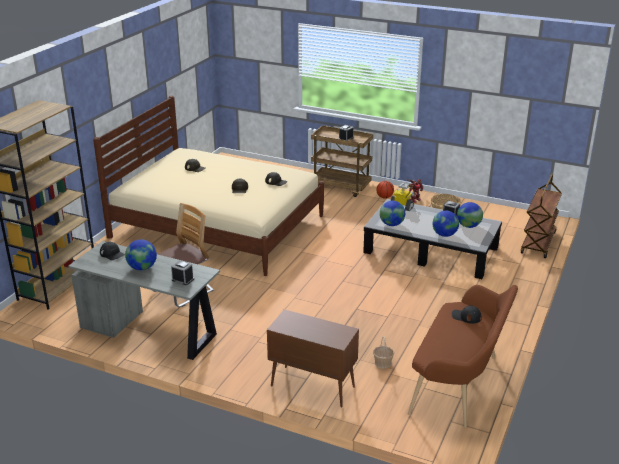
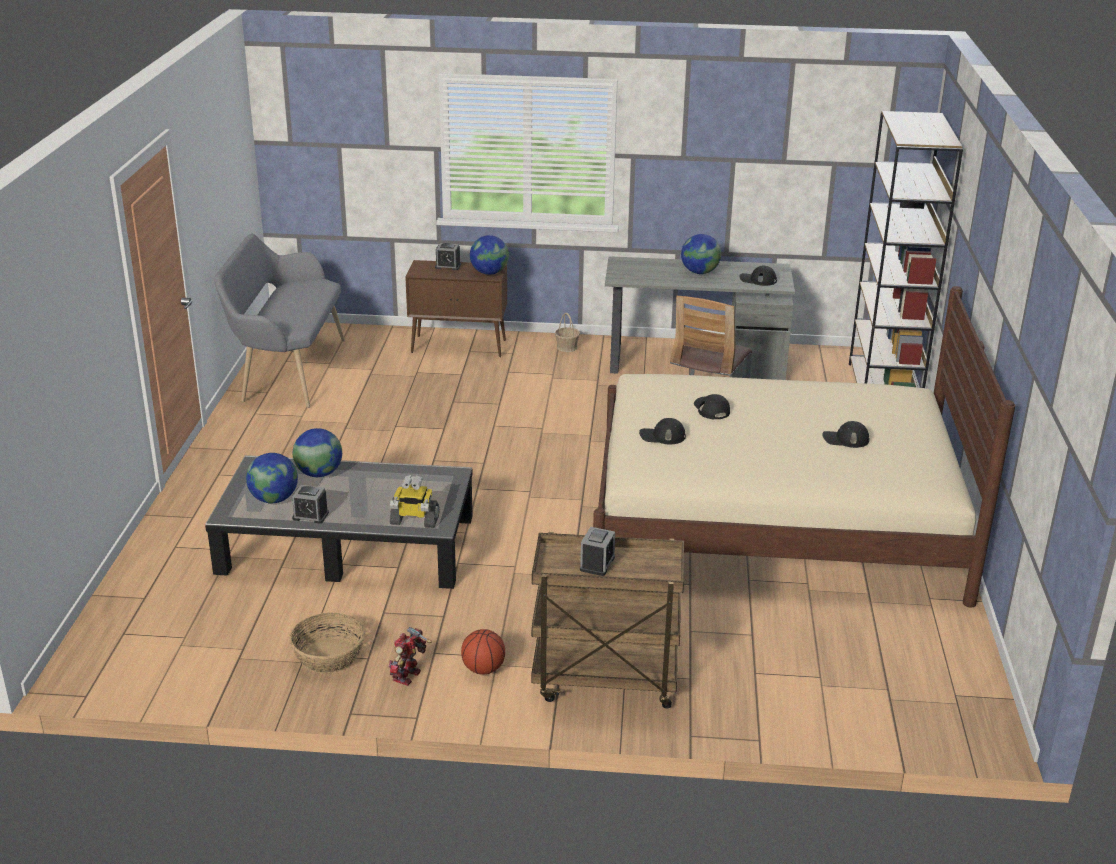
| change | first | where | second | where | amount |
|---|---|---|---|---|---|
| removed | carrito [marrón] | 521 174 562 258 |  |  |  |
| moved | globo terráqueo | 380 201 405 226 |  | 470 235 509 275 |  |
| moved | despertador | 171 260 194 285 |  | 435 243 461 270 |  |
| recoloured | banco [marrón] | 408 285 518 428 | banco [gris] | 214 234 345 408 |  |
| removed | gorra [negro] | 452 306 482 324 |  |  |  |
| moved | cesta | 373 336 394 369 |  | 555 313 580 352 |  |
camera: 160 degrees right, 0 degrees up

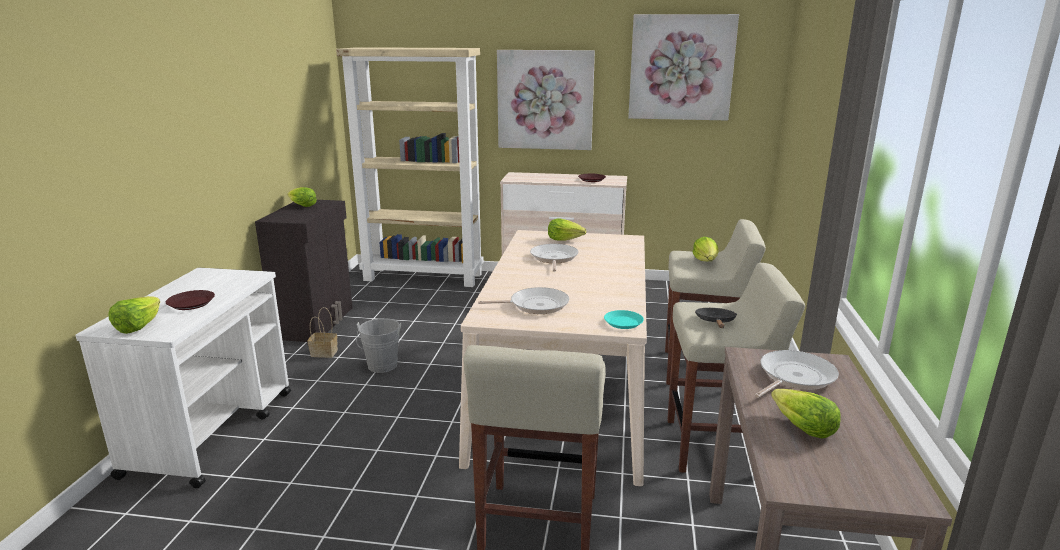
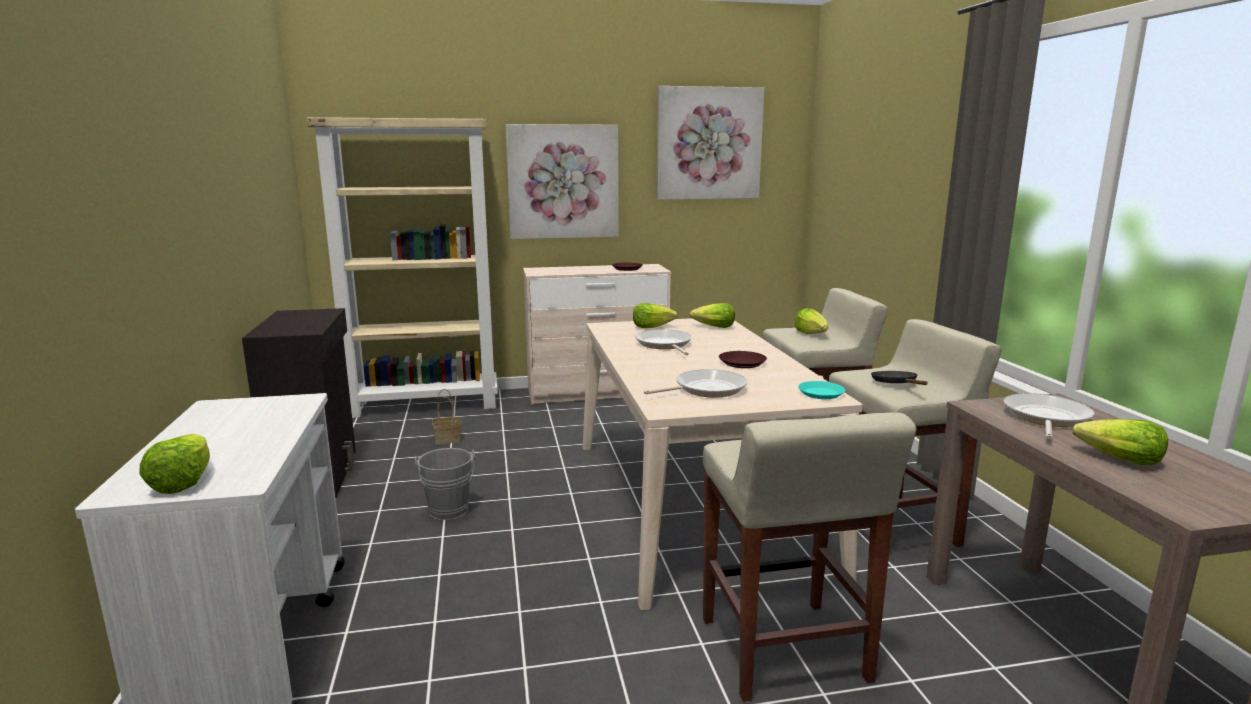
| change | first | where | second | where | amount |
|---|---|---|---|---|---|
| moved | lechuga | 288 187 317 207 |  | 690 303 735 328 |  |
| moved | plato [marrón] | 166 290 215 310 |  | 719 351 767 368 |  |
| moved | cesta | 307 307 338 358 |  | 432 389 461 444 |  |
camera: 20 degrees left, 5 degrees down

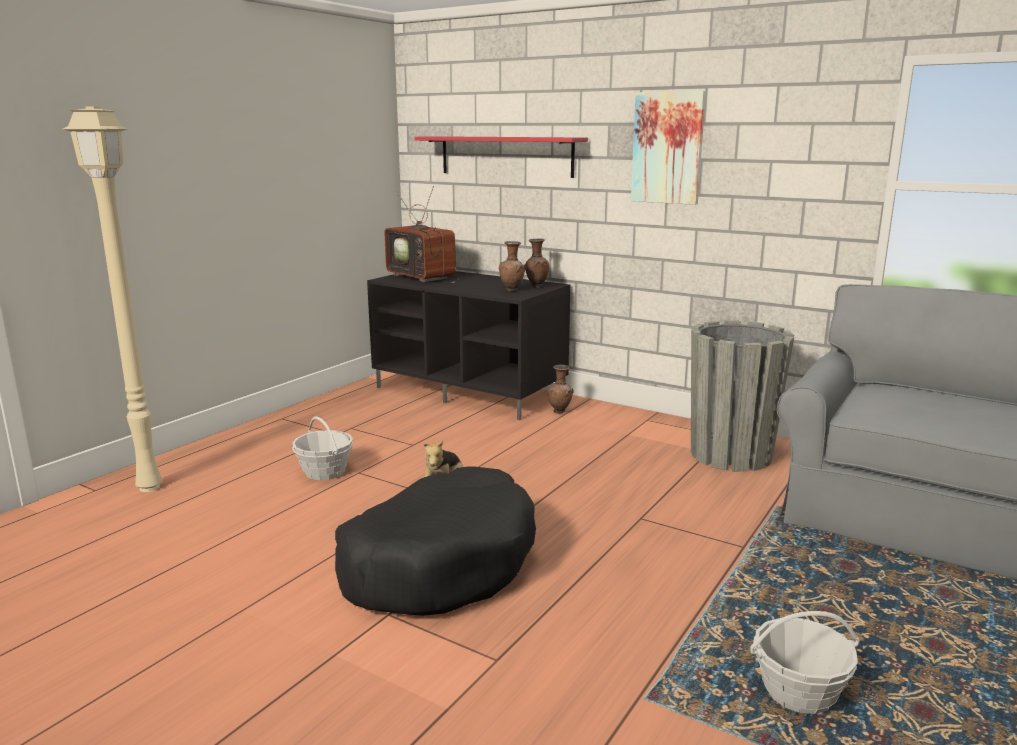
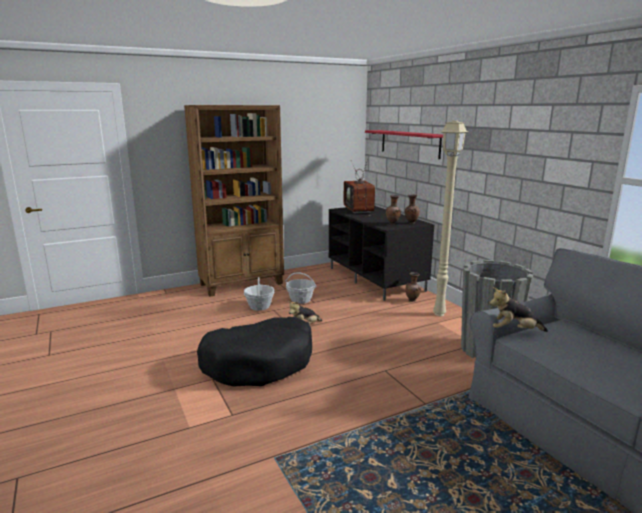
| change | first | where | second | where | amount |
|---|---|---|---|---|---|
| removed | cuadro | 631 91 706 205 |  |  |  |
| moved | lámpara de pie [beis] | 63 107 162 492 |  | 433 121 469 316 |  |
| moved | cesta | 750 611 860 714 |  | 285 272 316 304 |  |
| added |  |  | estantería [marrón] | 184 105 284 297 |  |
| added |  |  | peluche | 490 287 548 332 |  |
camera: 30 degrees right, 0 degrees up

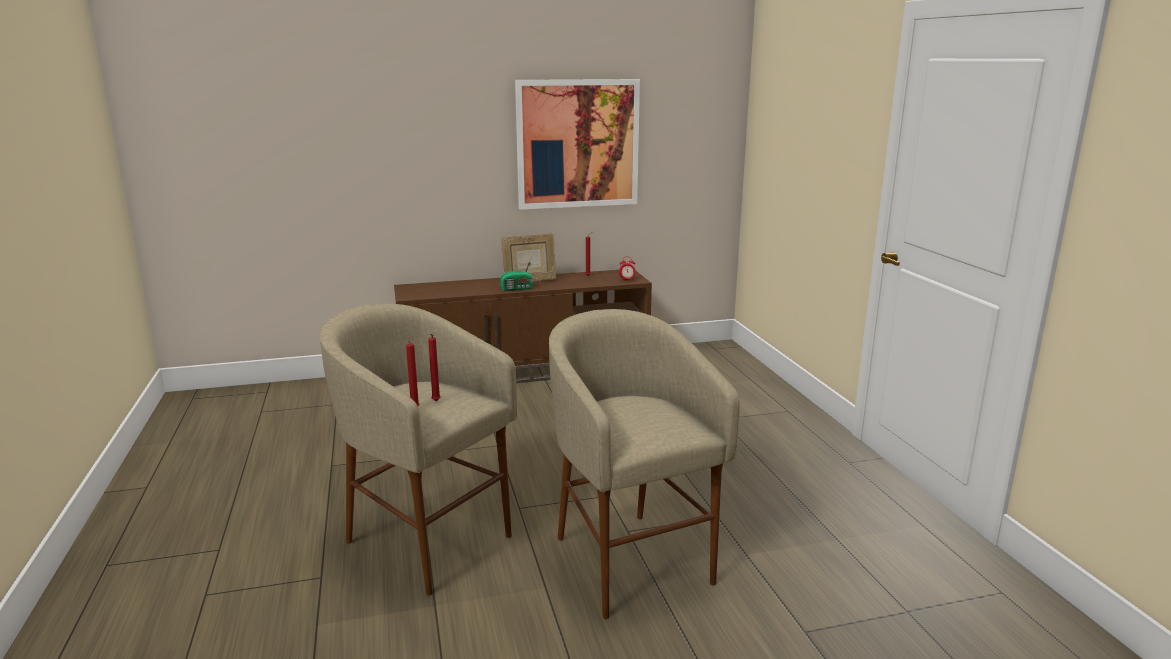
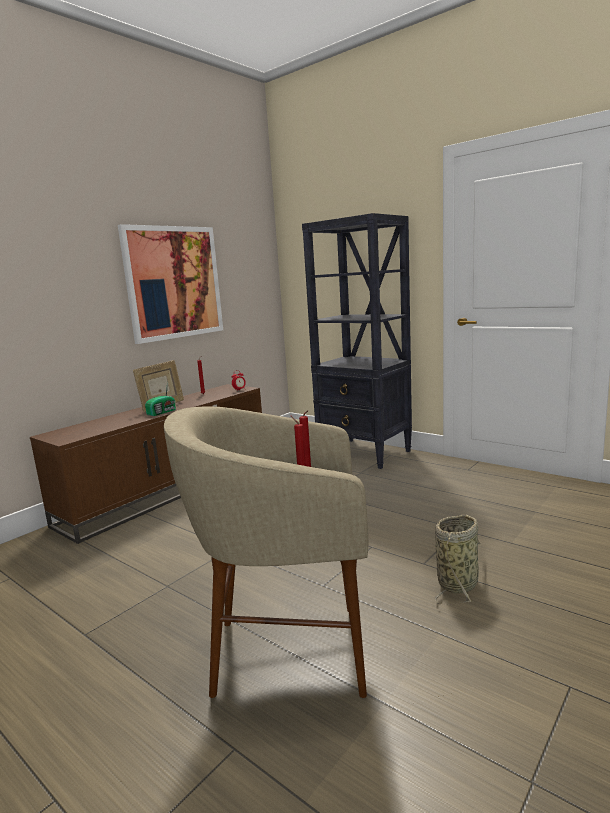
| change | first | where | second | where | amount |
|---|---|---|---|---|---|
| replaced | taburete [beis] | 549 309 740 619 | cesta | 435 515 481 605 |  |
| added |  |  | estantería [negro] | 302 213 412 469 |  |
camera: 35 degrees left, 5 degrees down

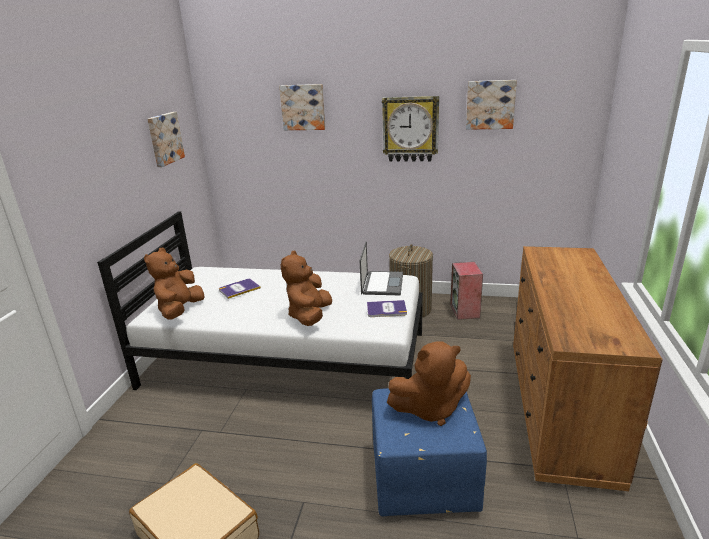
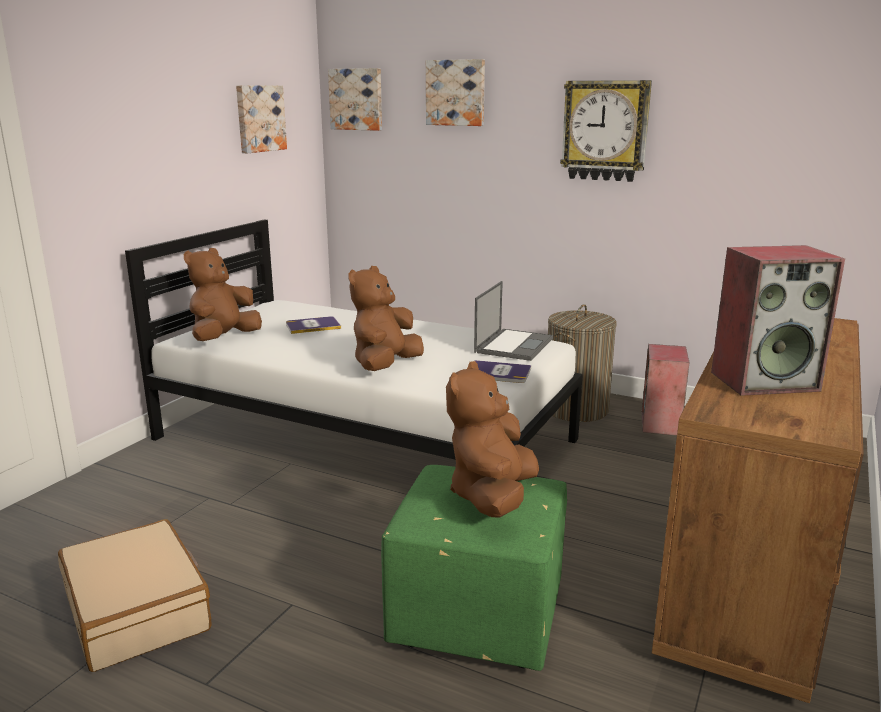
| change | first | where | second | where | amount |
|---|---|---|---|---|---|
| moved | cuadro | 466 80 517 130 |  | 328 68 382 131 |  |
| turned | peluche [marrón] | 387 341 471 426 |  | 446 361 539 518 | 105 degrees clockwise |
| recoloured | puf [azul] | 372 388 487 516 | puf [verde] | 381 465 567 671 |  |
| added |  |  | altavoz | 711 245 845 396 |  |
camera: 15 degrees right, 5 degrees down

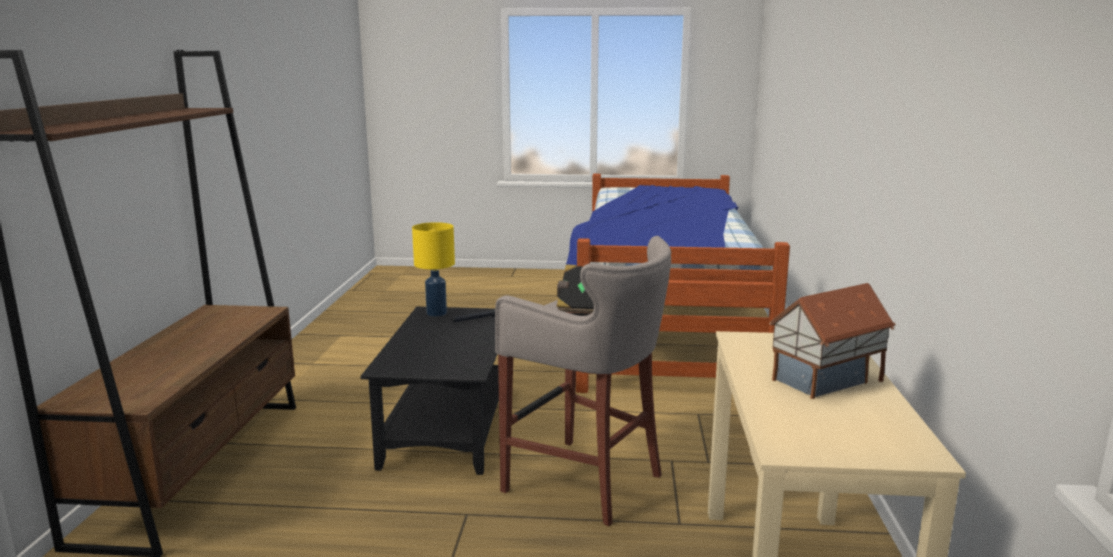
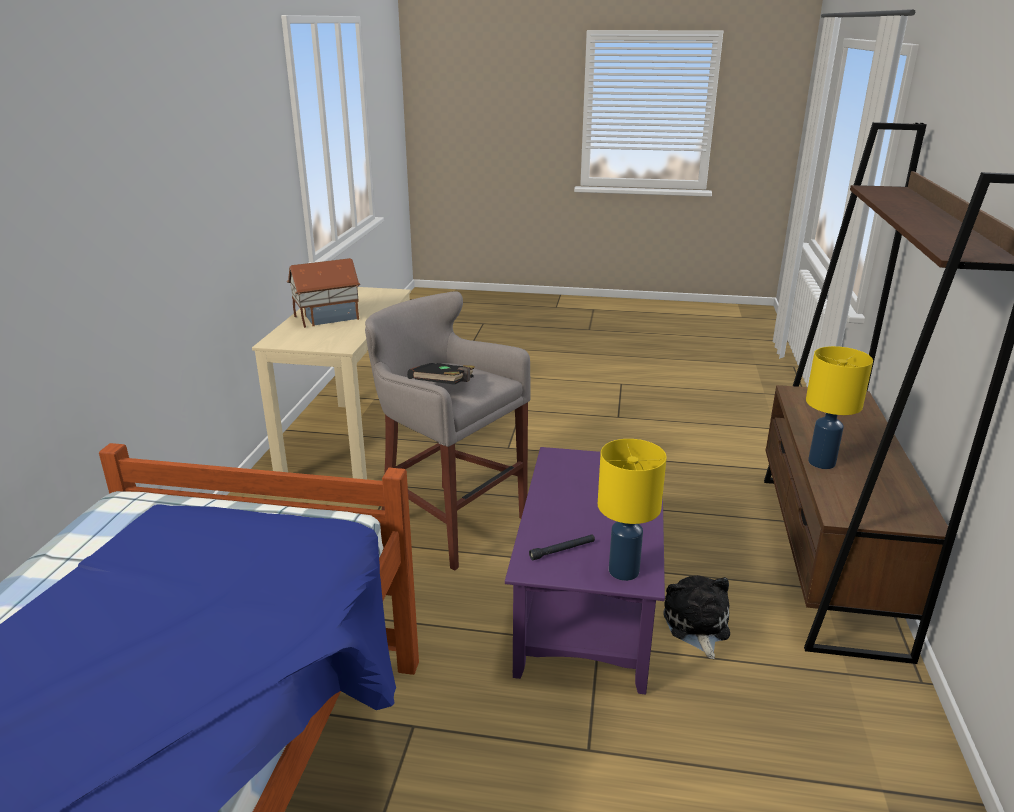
| change | first | where | second | where | amount |
|---|---|---|---|---|---|
| recoloured | mesa de centro [negro] | 361 307 499 475 | mesa de centro [morado] | 505 447 665 695 |  |
| added |  |  | lámpara de mesa [amarillo] | 806 346 873 469 |  |
| added |  |  | peluche | 663 575 730 659 |  |
camera: 175 degrees left, 10 degrees up

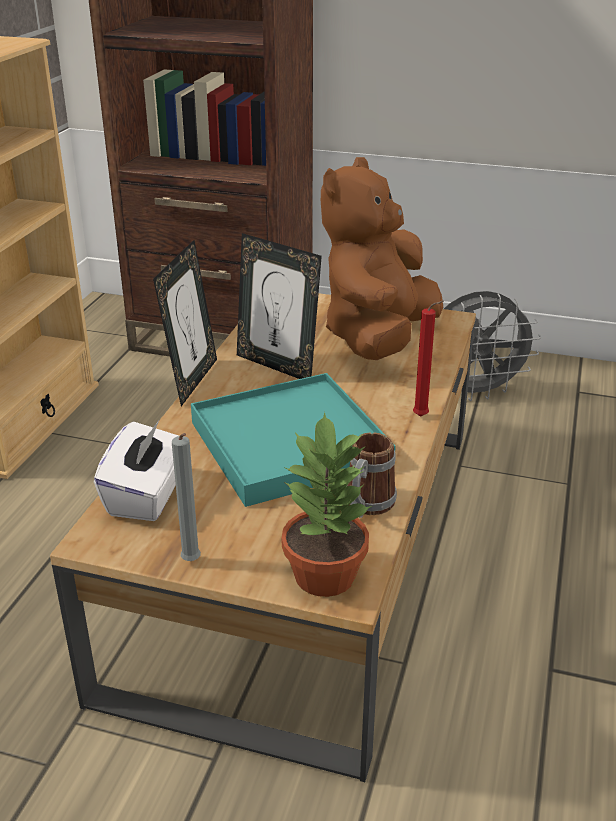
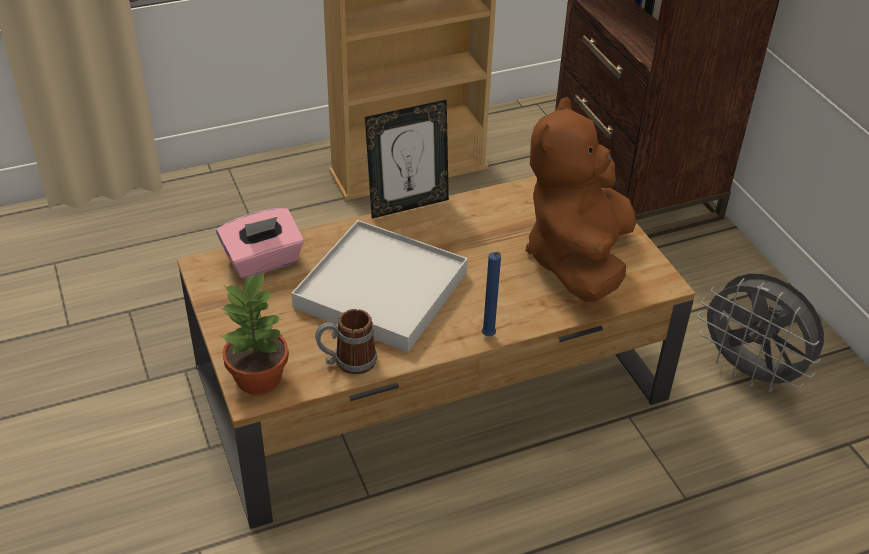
| change | first | where | second | where | amount |
|---|---|---|---|---|---|
| turned | peluche [marrón] | 321 157 443 360 |  | 526 97 636 302 | 60 degrees counterclockwise |
| removed | portarretratos | 237 233 322 379 |  |  |  |
| recoloured | vela [rojo] | 413 301 444 417 | vela [azul] | 482 252 501 336 |  |
| recoloured | bandeja [turquesa] | 191 373 396 507 | bandeja [blanco] | 291 220 468 352 |  |
| recoloured | caja de pañuelos [blanco] | 94 421 179 521 | caja de pañuelos [rosa] | 217 208 304 279 |  |
| removed | vela [gris] | 172 433 201 561 |  |  |  |
camera: 50 degrees right, 10 degrees up

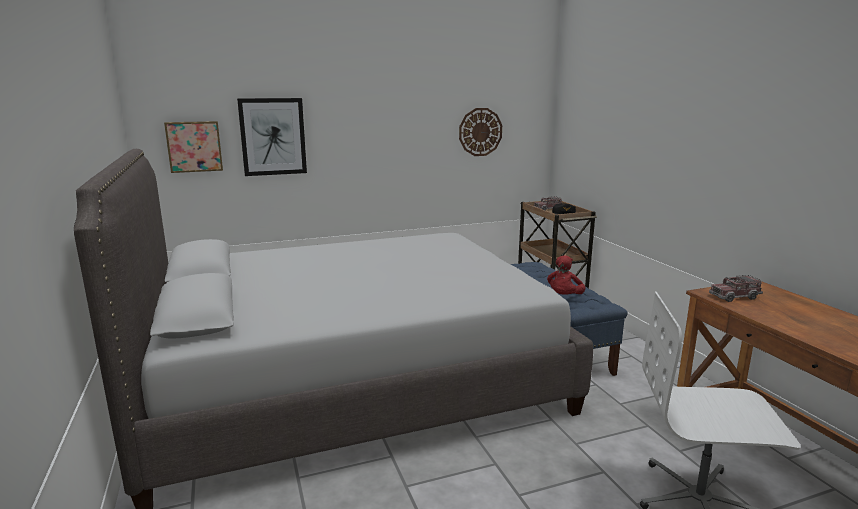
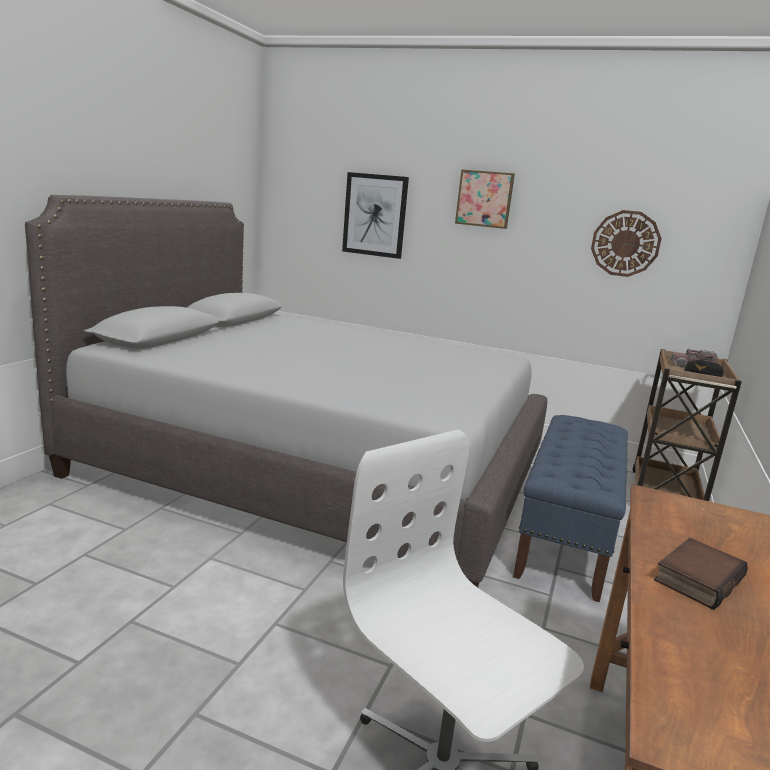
| change | first | where | second | where | amount |
|---|---|---|---|---|---|
| moved | cuadro | 164 121 223 173 |  | 455 169 515 229 |  |
| removed | peluche [rojo] | 547 255 585 295 |  |  |  |
| removed | camión de juguete | 709 275 763 302 |  |  |  |
| added |  |  | libro | 654 538 748 610 |  |
camera: 40 degrees right, 0 degrees up

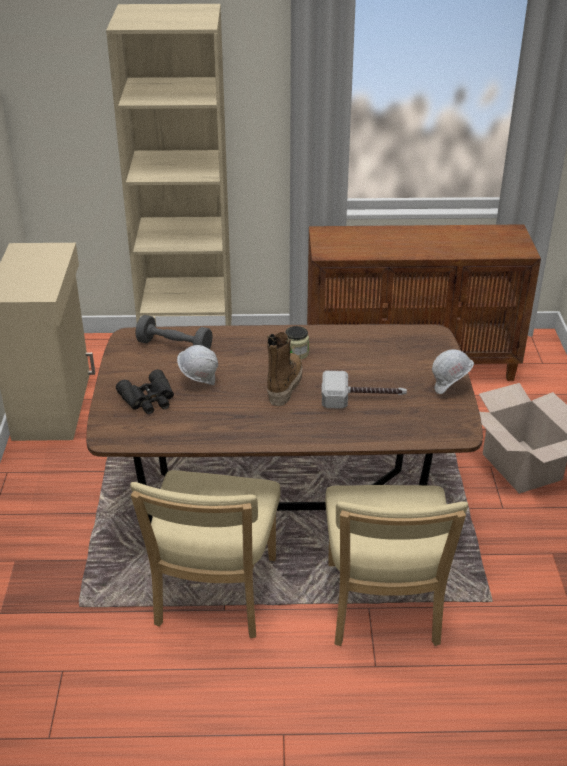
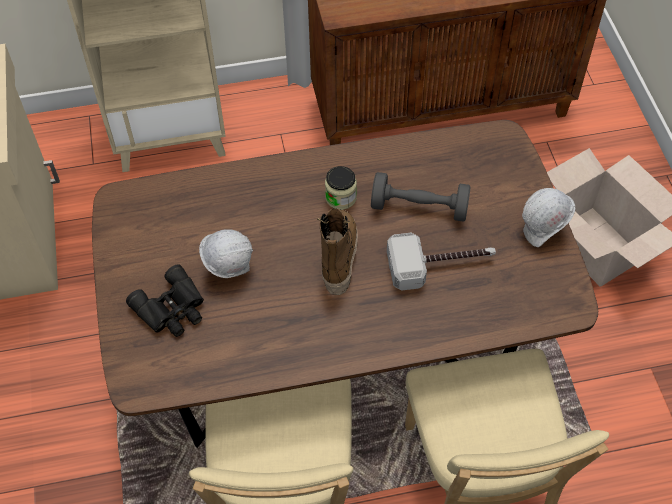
| change | first | where | second | where | amount |
|---|---|---|---|---|---|
| moved | mancuerna [gris] | 136 315 212 349 |  | 371 172 471 222 |  |
camera: 10 degrees left, 20 degrees up

